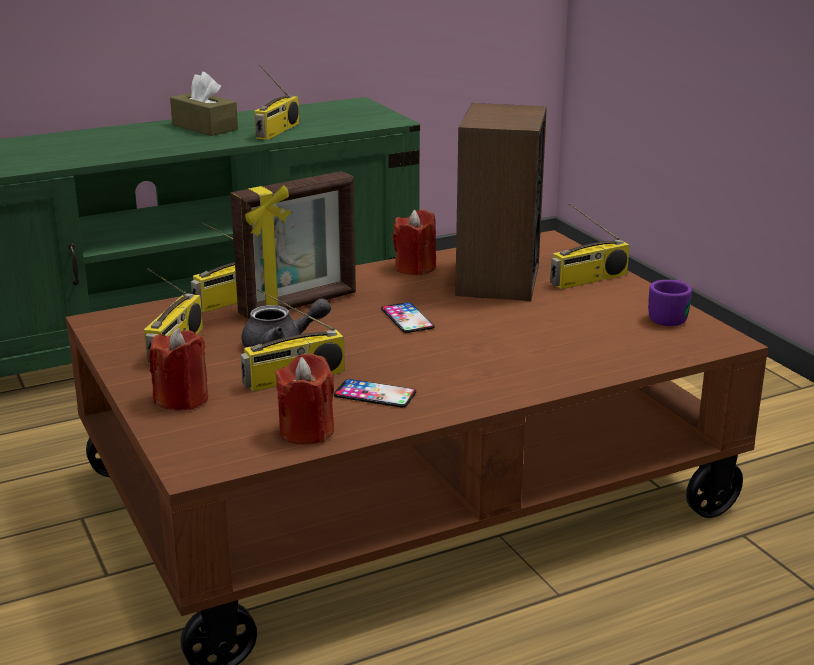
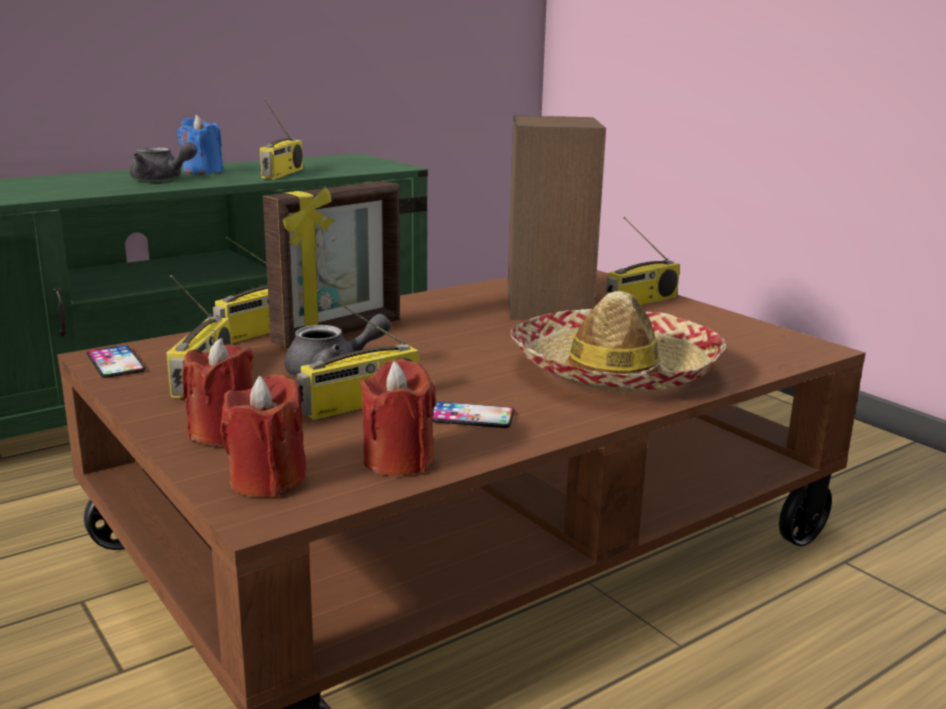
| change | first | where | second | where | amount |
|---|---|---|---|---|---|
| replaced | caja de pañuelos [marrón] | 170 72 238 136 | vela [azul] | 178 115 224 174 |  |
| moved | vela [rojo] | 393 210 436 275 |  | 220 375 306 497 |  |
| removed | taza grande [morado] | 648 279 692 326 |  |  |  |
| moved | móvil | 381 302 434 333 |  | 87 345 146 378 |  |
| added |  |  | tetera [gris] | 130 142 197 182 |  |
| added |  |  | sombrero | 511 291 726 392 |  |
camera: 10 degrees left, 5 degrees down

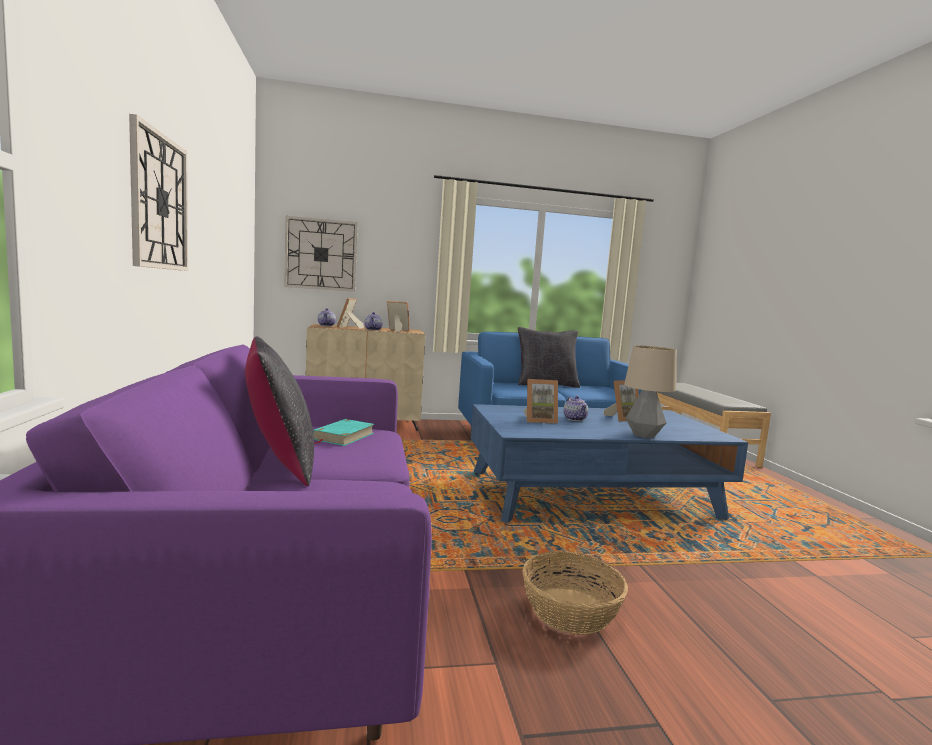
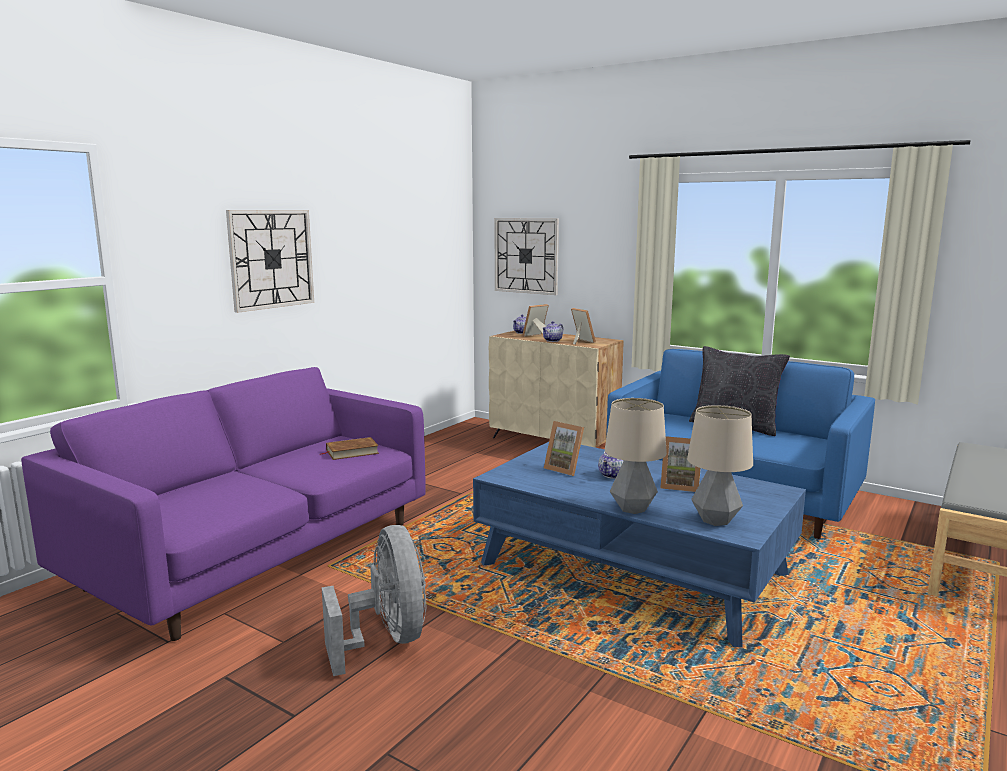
| change | first | where | second | where | amount |
|---|---|---|---|---|---|
| removed | cojín [negro] | 245 336 314 487 |  |  |  |
| recoloured | libro [turquesa] | 313 419 374 446 | libro [marrón] | 322 437 379 460 |  |
| replaced | cesta | 522 551 628 635 | ventilador [gris] | 322 525 426 676 |  |
| added |  |  | lámpara de mesa | 687 405 753 526 |  |
camera: 45 degrees right, 5 degrees up

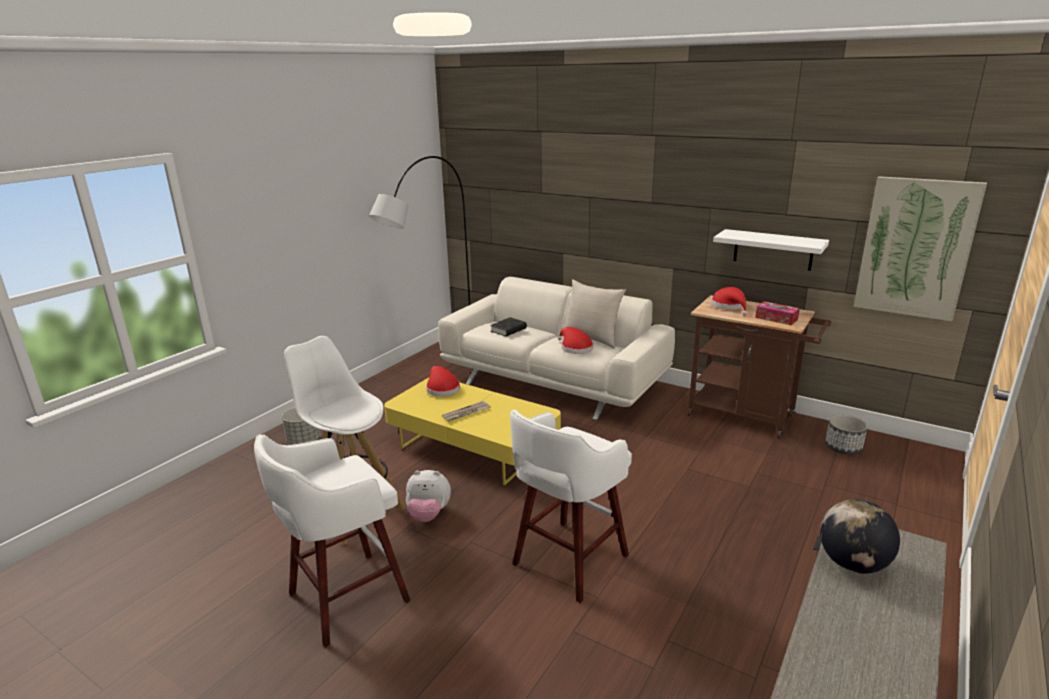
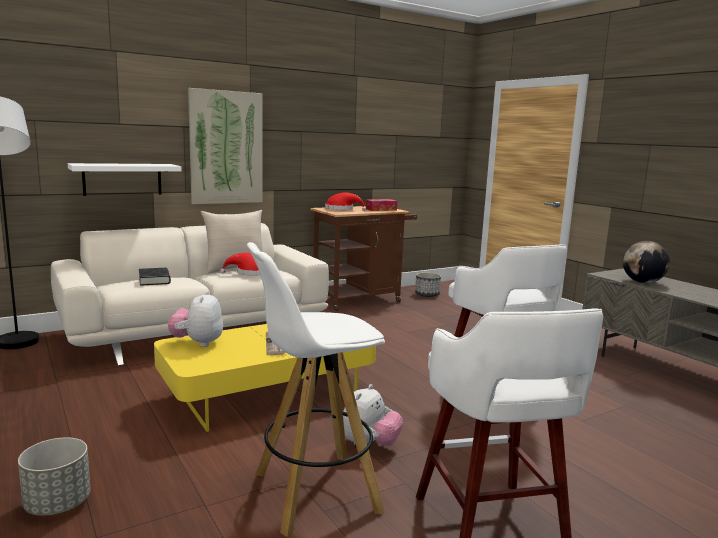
| change | first | where | second | where | amount |
|---|---|---|---|---|---|
| moved | cuadro | 854 176 987 321 |  | 188 88 262 204 |  |
| moved | estante [blanco] | 713 229 829 271 |  | 68 163 182 196 |  |
| replaced | sombrero [rojo] | 426 366 460 396 | peluche | 168 291 223 347 |  |
camera: 65 degrees left, 10 degrees down

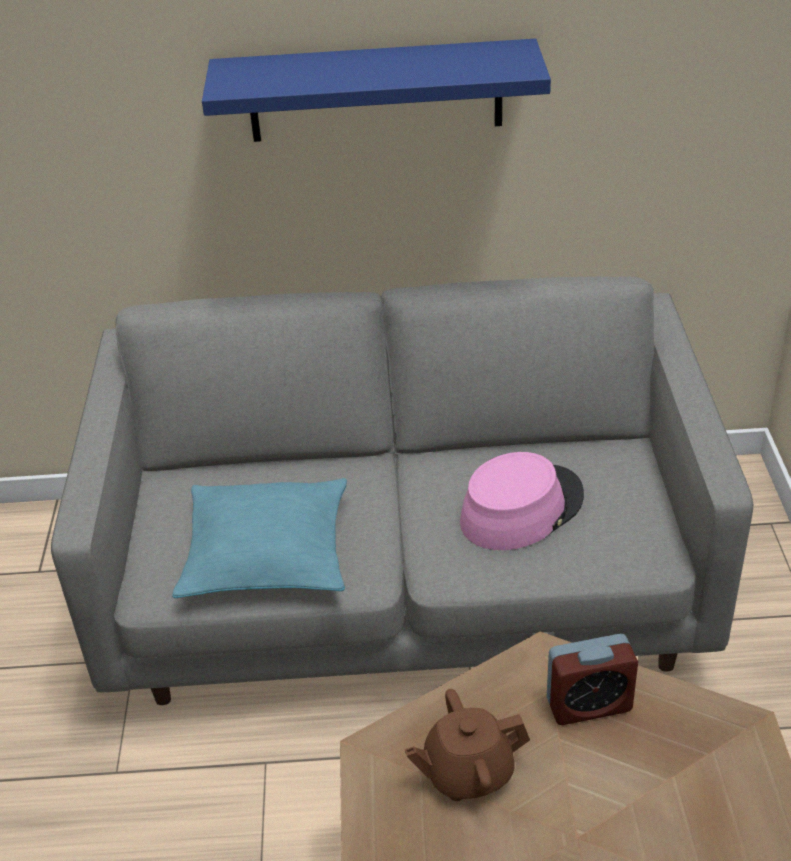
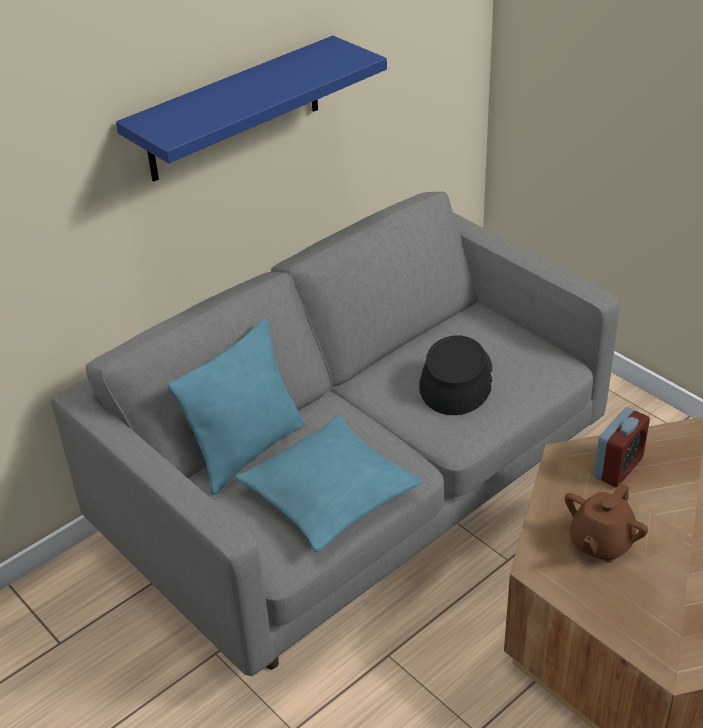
| change | first | where | second | where | amount |
|---|---|---|---|---|---|
| recoloured | sombrero [rosa] | 460 452 584 550 | sombrero [negro] | 419 335 492 415 |  |
| added |  |  | cojín [turquesa] | 168 318 305 495 |  |
camera: 40 degrees left, 0 degrees up

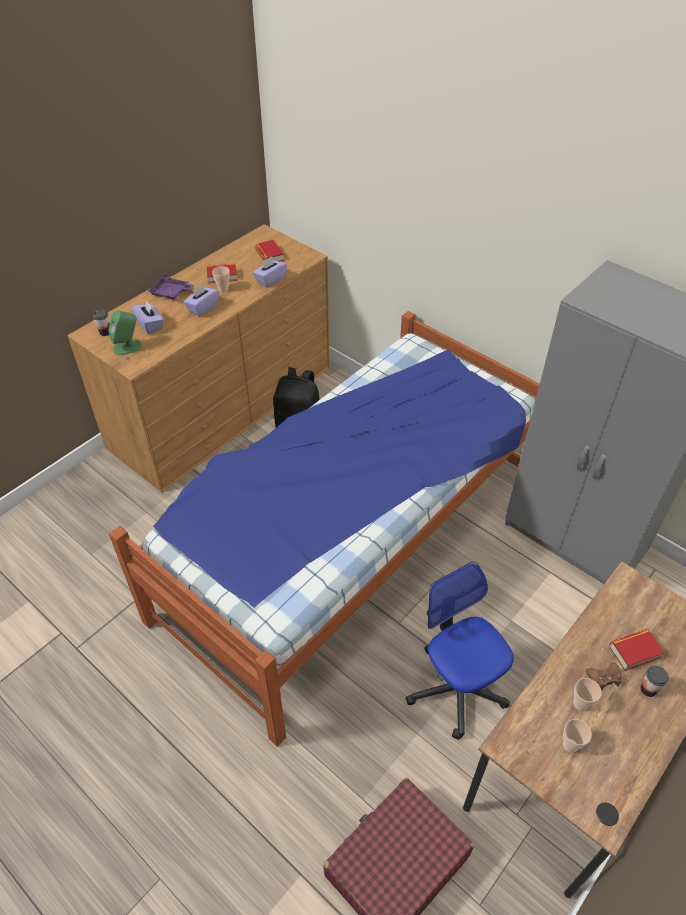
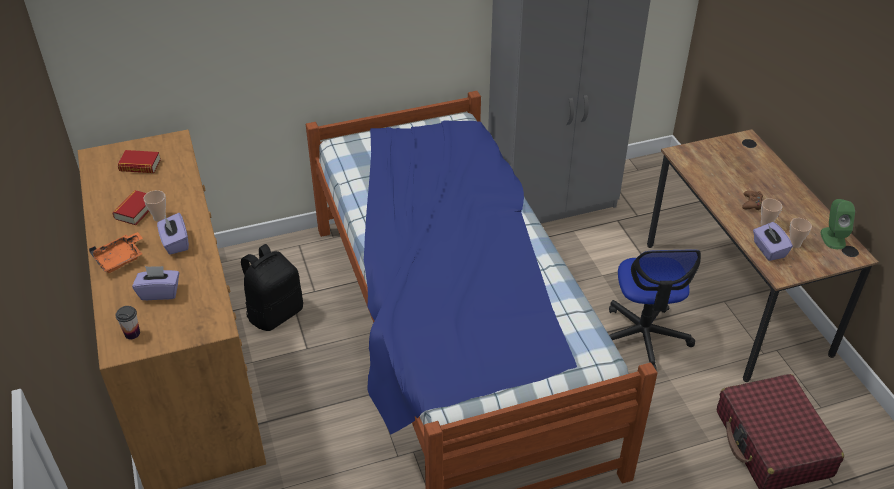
| change | first | where | second | where | amount |
|---|---|---|---|---|---|
| moved | caja de pañuelos [morado] | 253 256 287 288 |  | 753 222 793 261 |  |
| recoloured | bandeja [morado] | 148 274 195 300 | bandeja [naranja] | 89 232 143 273 |  |
| moved | altavoz [verde] | 108 310 142 355 |  | 821 199 855 249 |  |
| turned | silla de oficina | 406 562 514 739 |  | 609 249 701 370 | 90 degrees counterclockwise |
| removed | libro | 609 629 665 671 |  |  |  |
| removed | taza | 640 666 669 697 |  |  |  |
camera: 60 degrees left, 5 degrees down

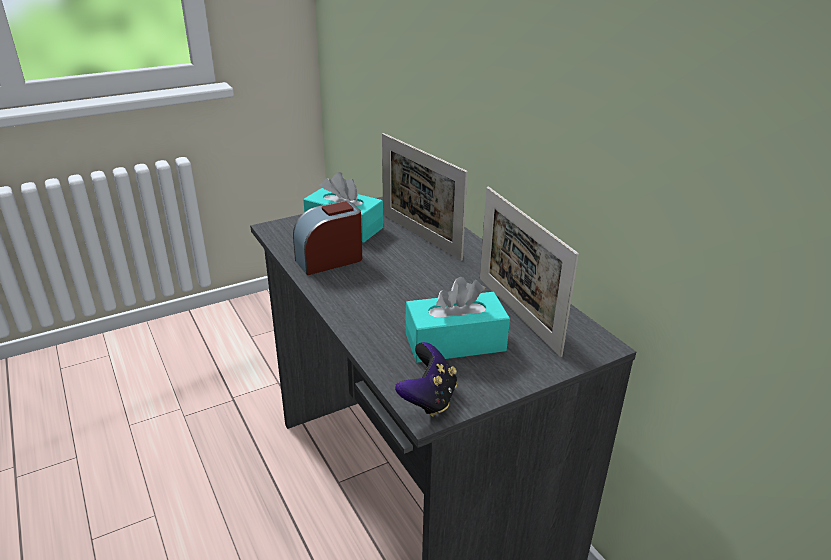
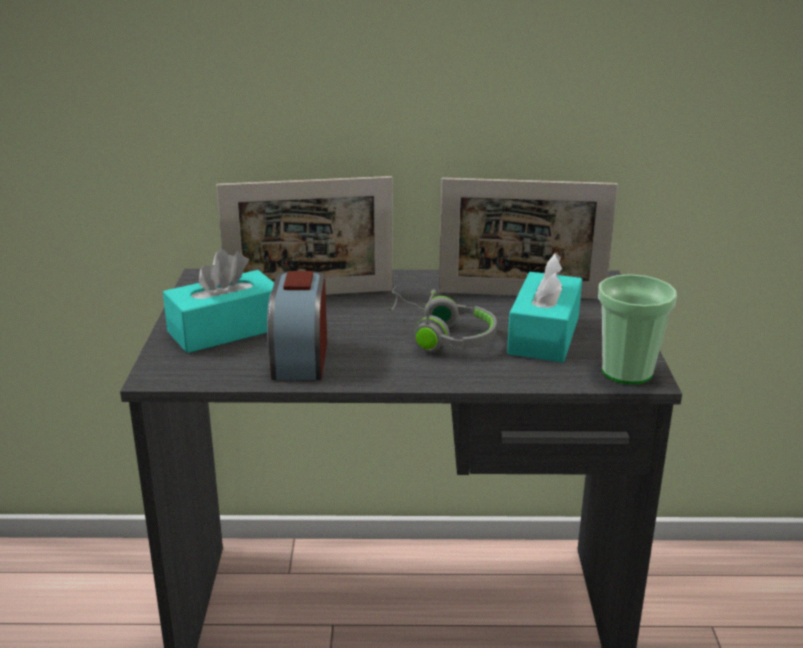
| change | first | where | second | where | amount |
|---|---|---|---|---|---|
| replaced | mando de consola | 395 342 457 417 | taza | 598 274 677 385 |  |
| added |  |  | auriculares [gris] | 388 287 497 352 |  |
camera: 60 degrees left, 5 degrees down

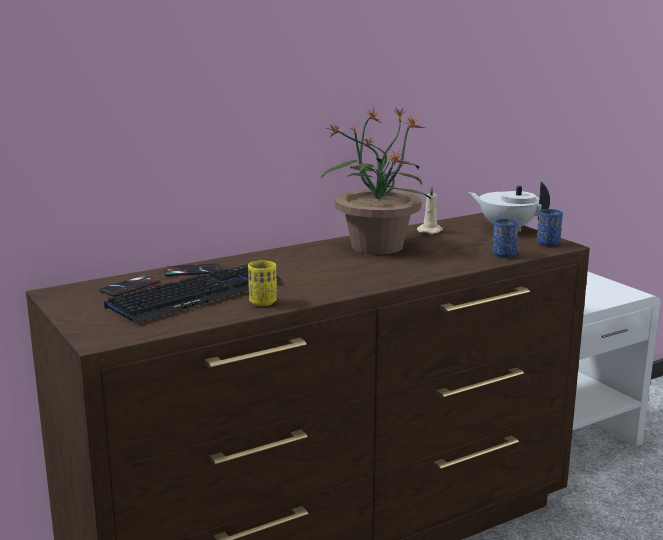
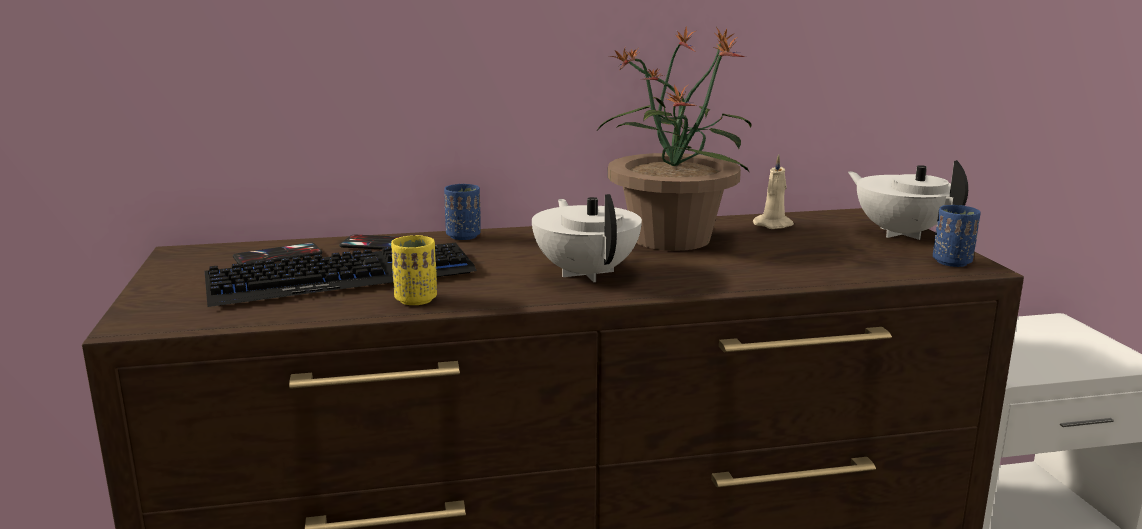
| change | first | where | second | where | amount |
|---|---|---|---|---|---|
| moved | taza [azul] | 492 219 519 257 |  | 444 184 480 240 |  |
| added |  |  | tetera [blanco] | 532 194 642 282 |  |
camera: 20 degrees right, 0 degrees up

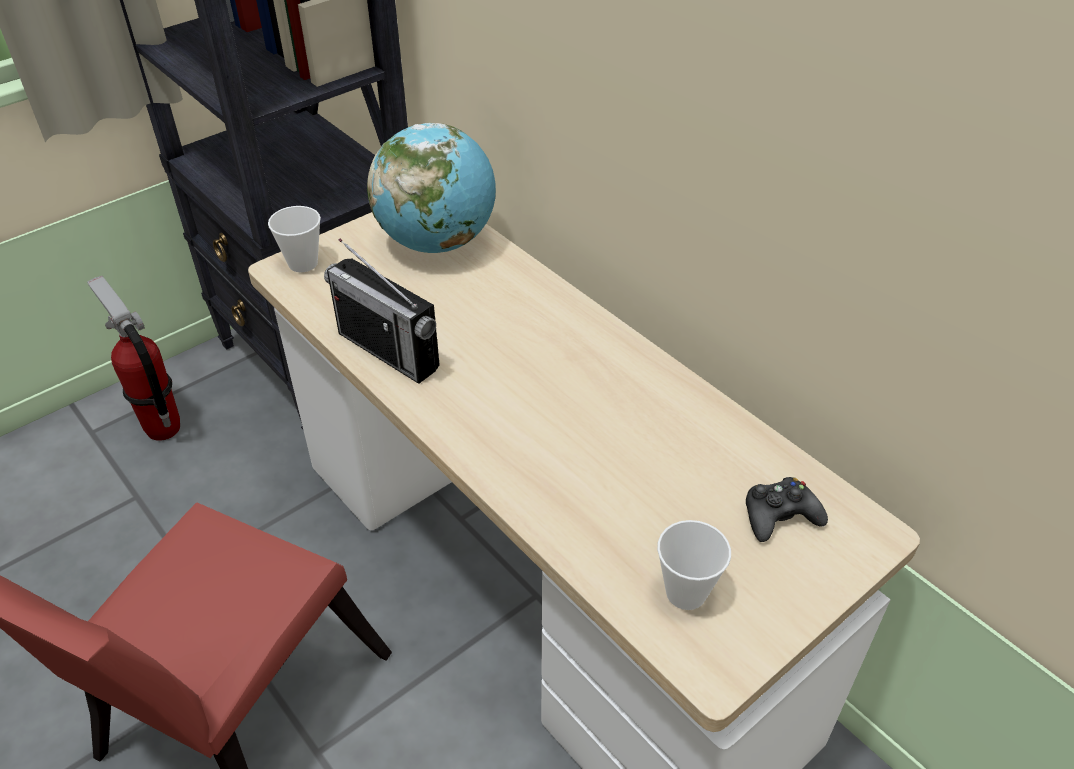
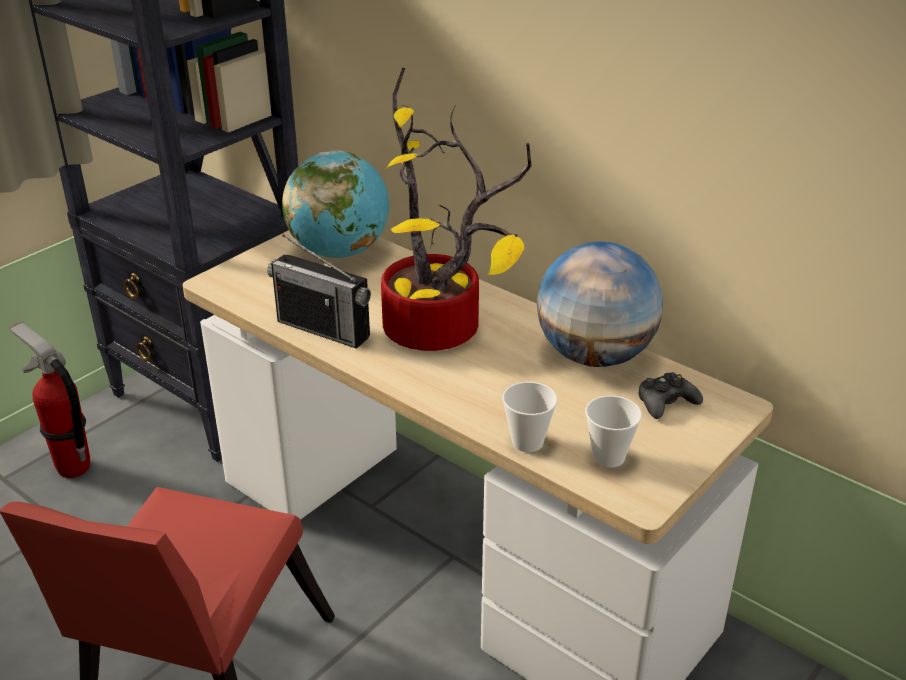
| change | first | where | second | where | amount |
|---|---|---|---|---|---|
| moved | taza | 268 206 321 272 |  | 502 382 558 452 |  |
| added |  |  | planta en maceta | 381 67 531 351 |  |
| added |  |  | globo terráqueo | 537 241 663 367 |  |
camera: 10 degrees left, 10 degrees down

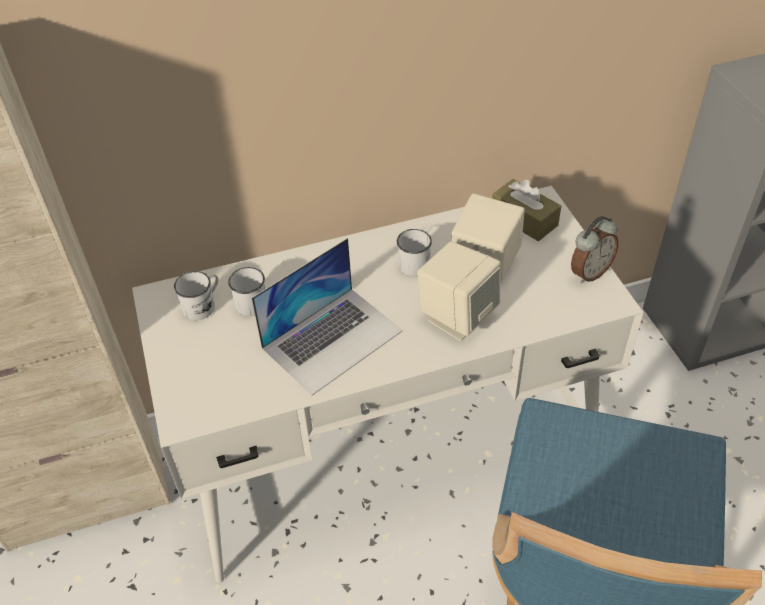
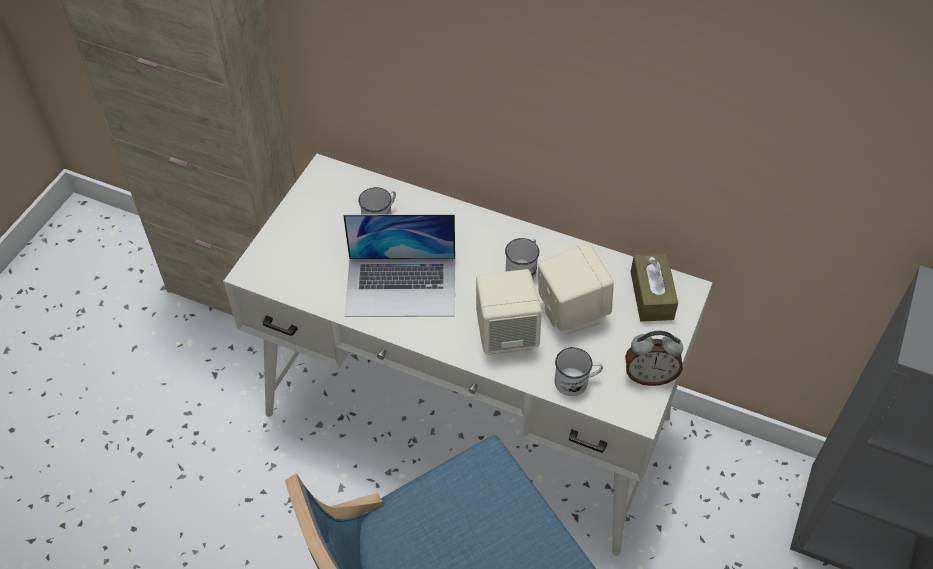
| change | first | where | second | where | amount |
|---|---|---|---|---|---|
| moved | taza grande [blanco] | 174 271 218 320 |  | 554 347 603 396 |  |
camera: 40 degrees right, 5 degrees up

